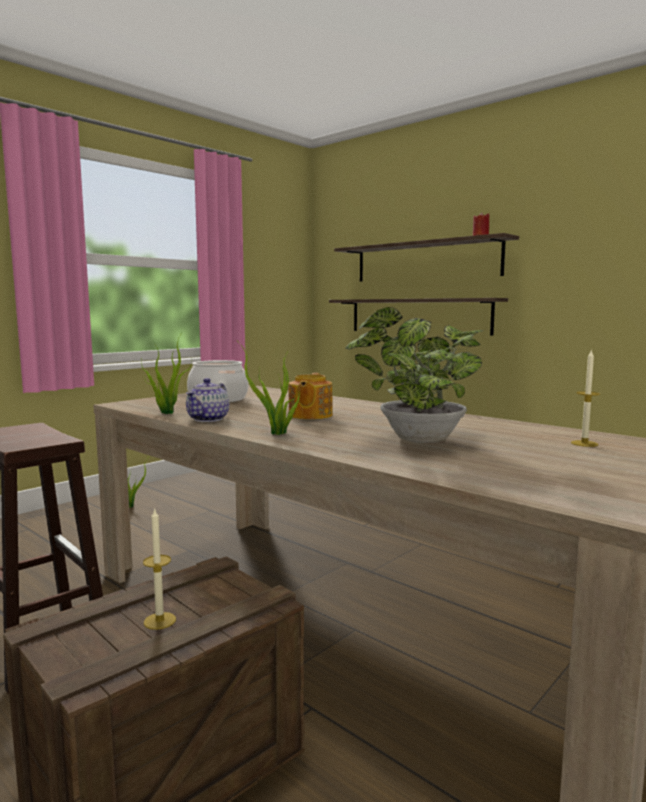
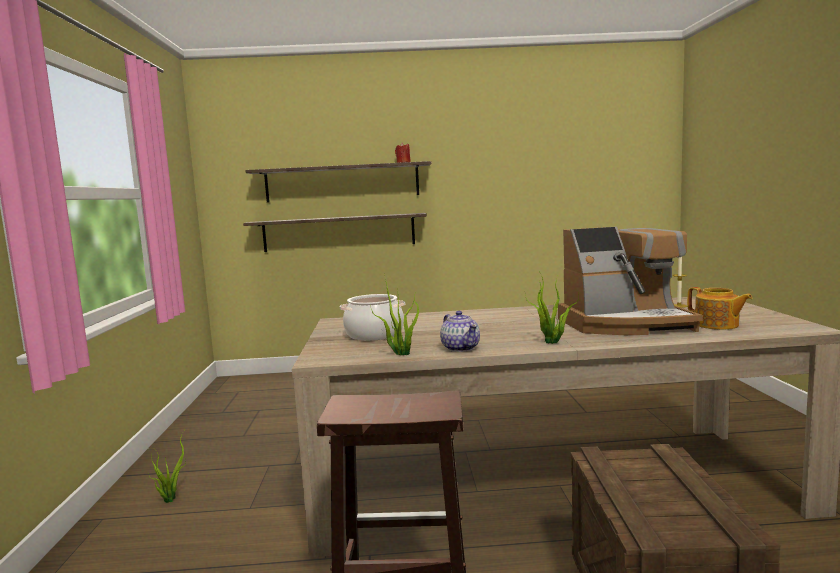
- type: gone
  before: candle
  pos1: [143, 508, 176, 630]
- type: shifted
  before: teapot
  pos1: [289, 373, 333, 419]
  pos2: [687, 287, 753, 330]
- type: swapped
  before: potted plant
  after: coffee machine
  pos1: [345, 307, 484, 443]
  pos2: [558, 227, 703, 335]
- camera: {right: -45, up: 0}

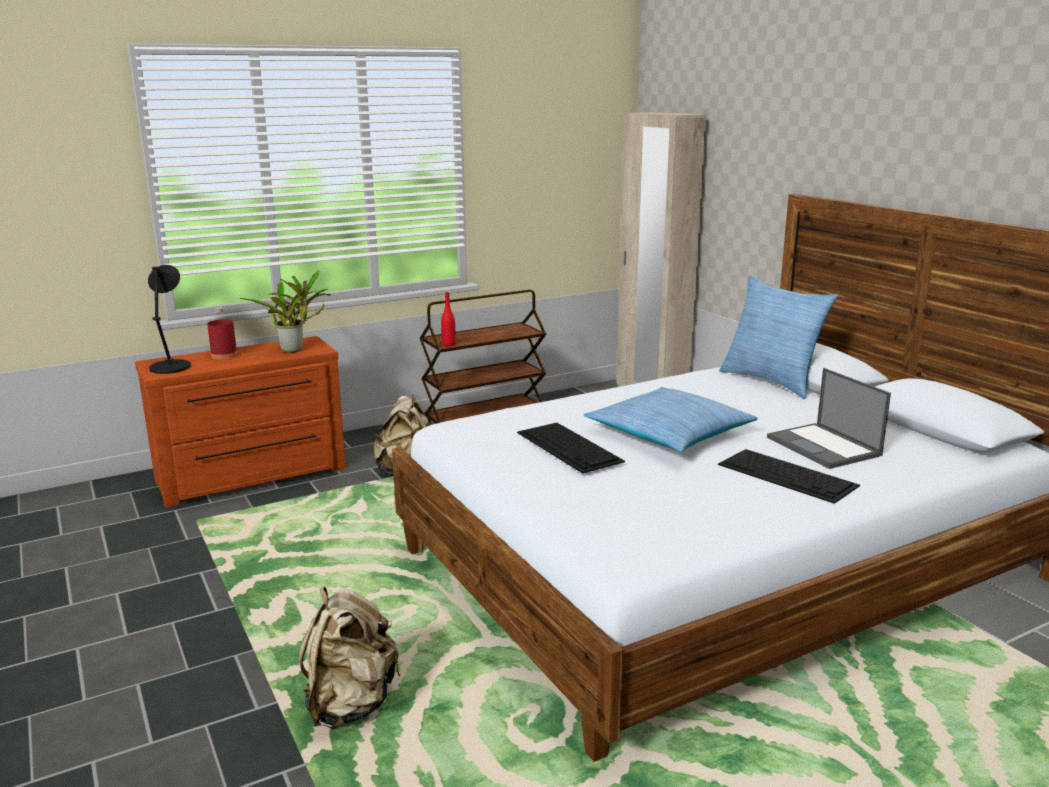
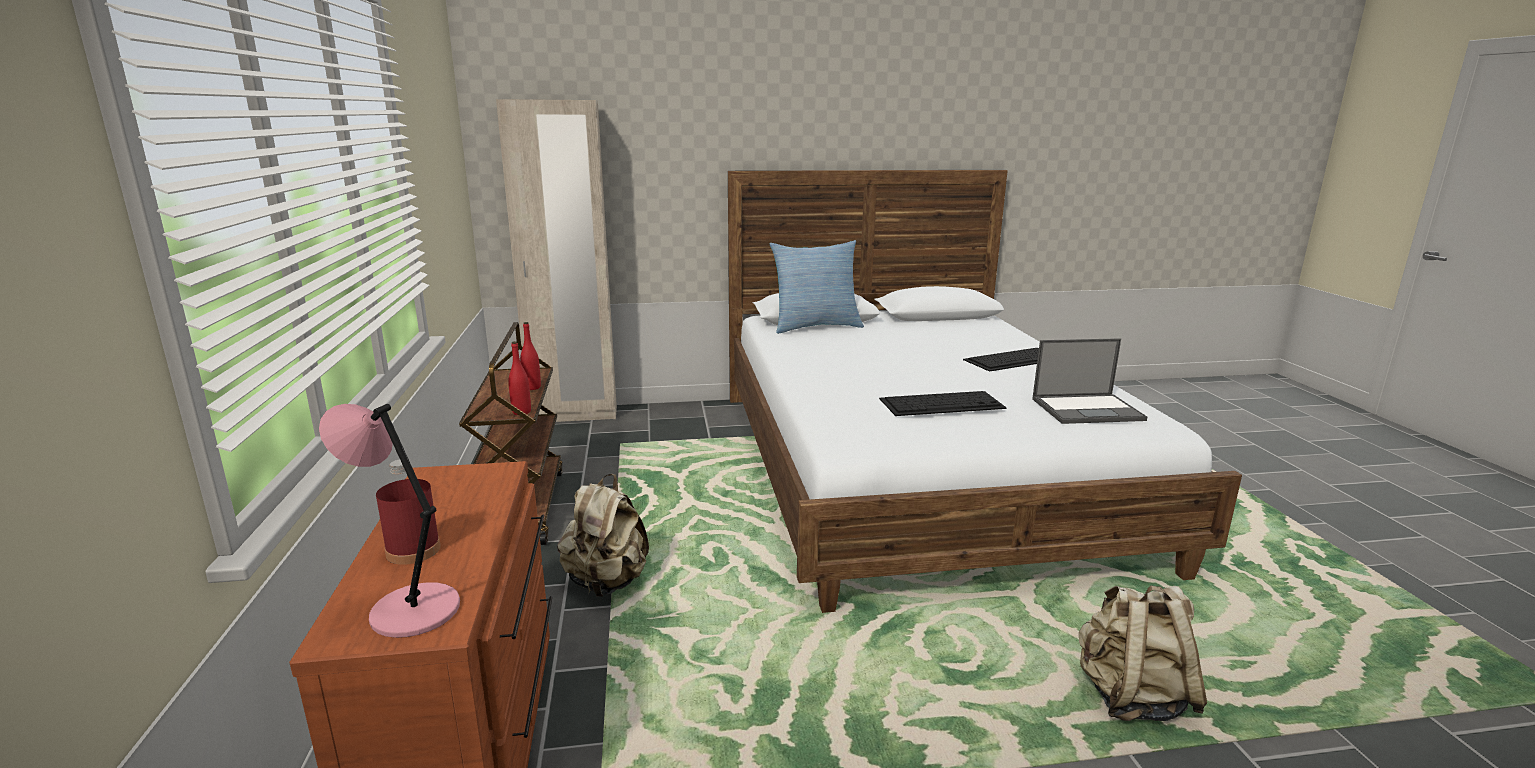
- type: gone
  before: potted plant
  pos1: [239, 270, 331, 353]
- type: gone
  before: pillow
  pos1: [583, 387, 758, 452]
- type: new
  after: bottle (red)
  pos2: [520, 322, 541, 390]
- type: shifted
  before: laptop
  pos1: [767, 368, 891, 469]
  pos2: [1032, 338, 1147, 424]
- type: repainted
  before: table lamp (black)
  after: table lamp (pink)
  pos1: [148, 265, 191, 374]
  pos2: [319, 404, 460, 638]
- camera: {right: -70, up: 0}

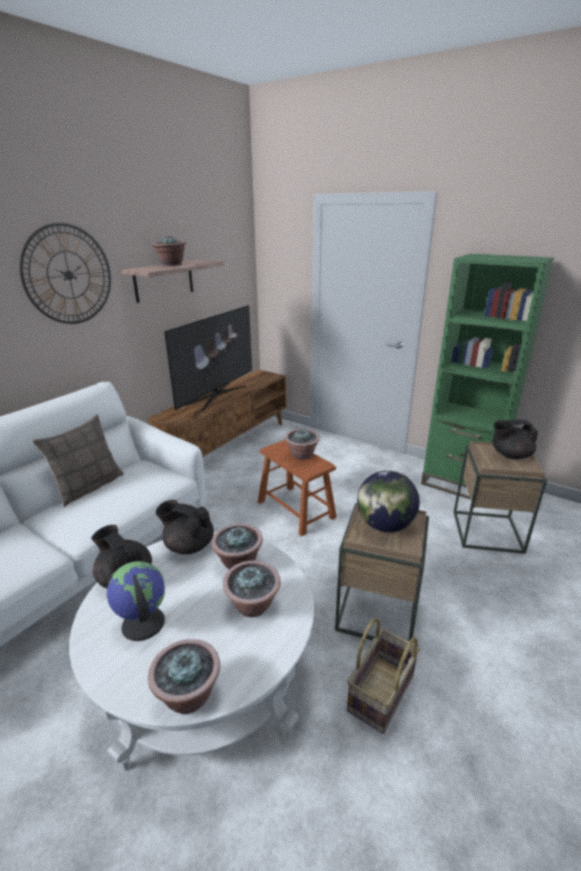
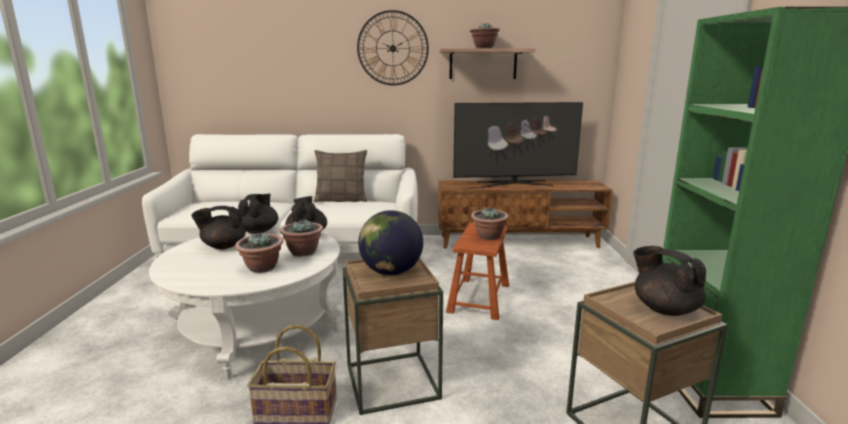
- type: gone
  before: potted plant
  pos1: [148, 639, 220, 714]
- type: swapped
  before: globe
  after: teapot (black)
  pos1: [107, 561, 165, 641]
  pos2: [191, 206, 246, 249]
- camera: {right: 55, up: -10}

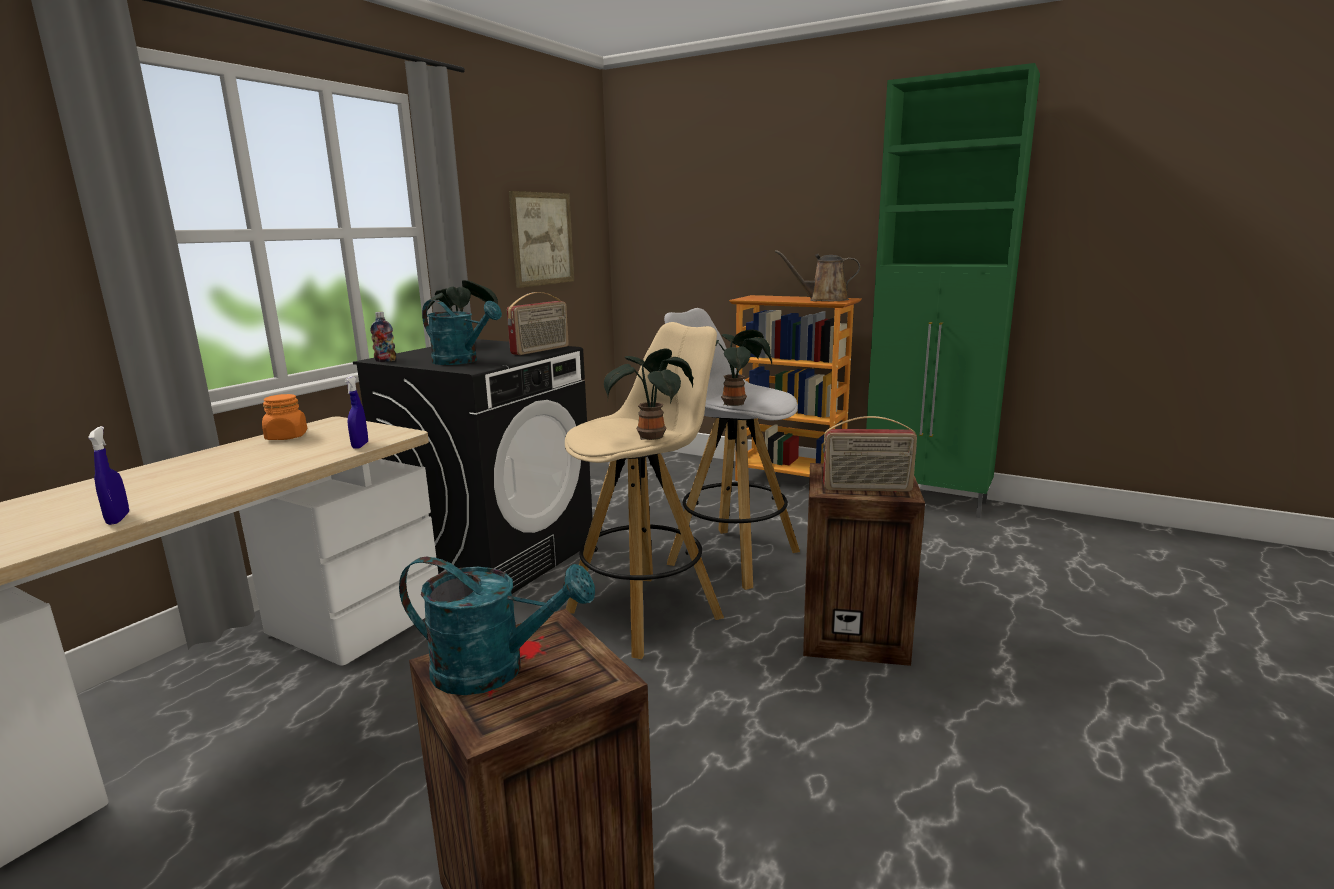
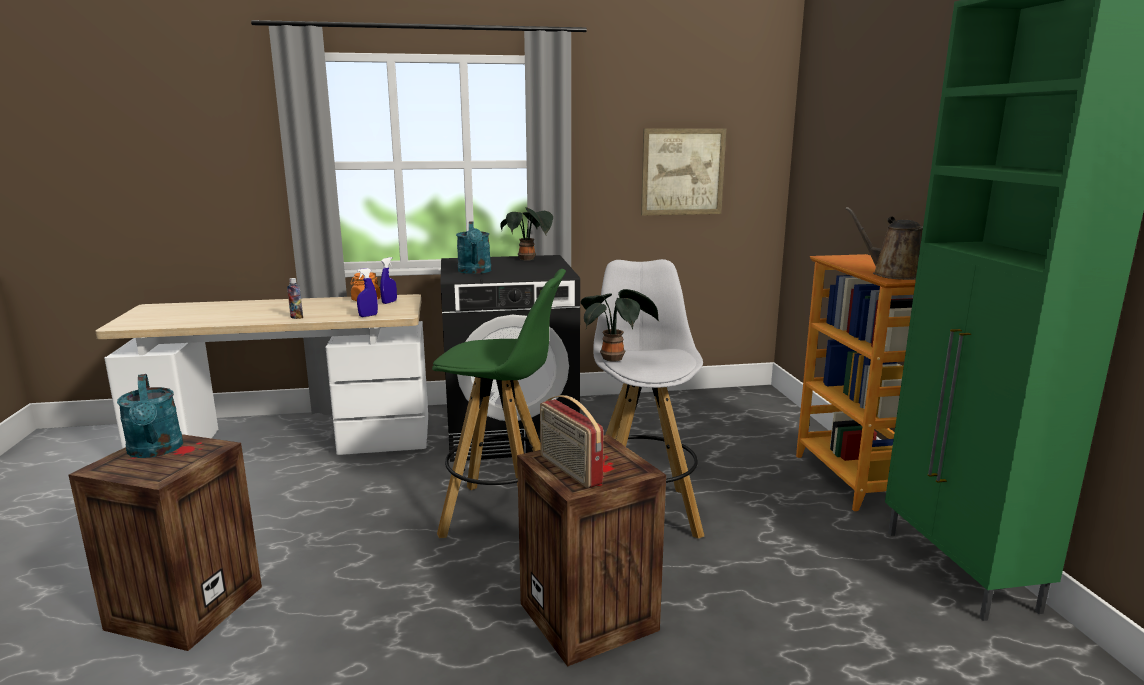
- type: gone
  before: radio
  pos1: [507, 292, 569, 355]
- type: gone
  before: potted plant
  pos1: [604, 349, 693, 440]
- type: shifted
  before: spray bottle (blue)
  pos1: [88, 426, 129, 525]
  pos2: [380, 257, 397, 304]
- type: shifted
  before: bottle
  pos1: [370, 312, 396, 362]
  pos2: [287, 278, 303, 319]
- type: repainted
  before: stool (beige)
  after: stool (green)
  pos1: [565, 322, 724, 659]
  pos2: [432, 269, 566, 538]
- camera: {right: 50, up: 0}

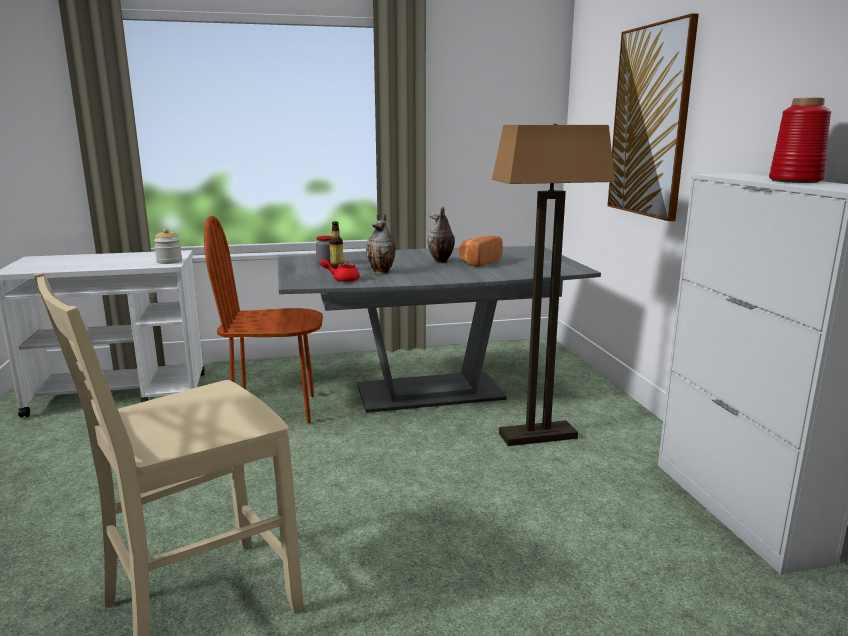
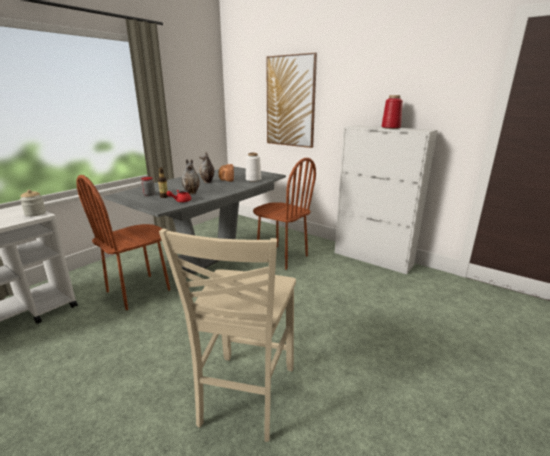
- type: new
  after: vase (white)
  pos2: [245, 153, 262, 182]
- type: swapped
  before: floor lamp
  after: chair (brown)
  pos1: [492, 124, 615, 446]
  pos2: [253, 158, 316, 270]
- camera: {right: -40, up: 5}

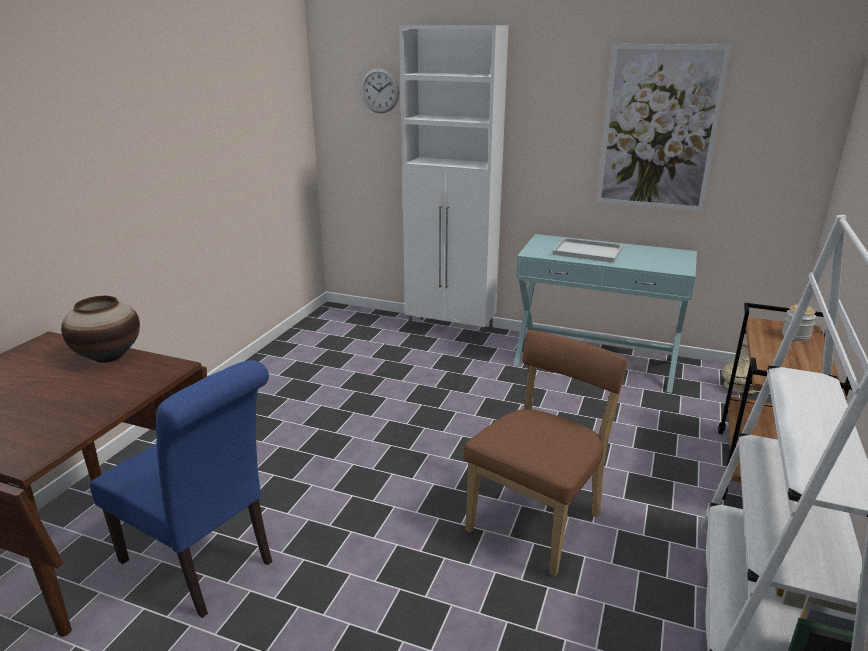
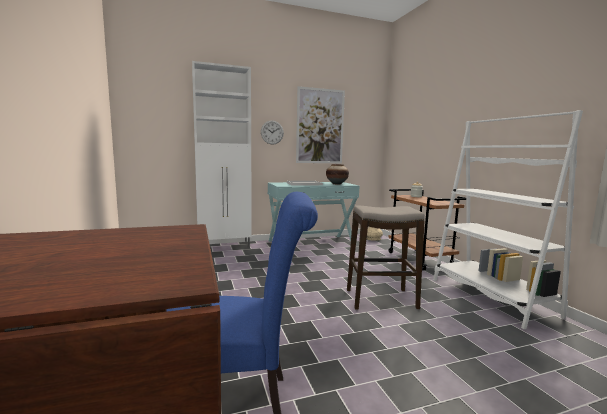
- type: shifted
  before: vase
  pos1: [61, 296, 140, 363]
  pos2: [326, 164, 349, 184]
- type: shifted
  before: wall clock
  pos1: [361, 68, 400, 113]
  pos2: [261, 120, 284, 145]
- type: swapped
  before: chair (brown)
  after: stool
  pos1: [464, 330, 628, 576]
  pos2: [347, 205, 425, 310]
- camera: {right: -40, up: -15}

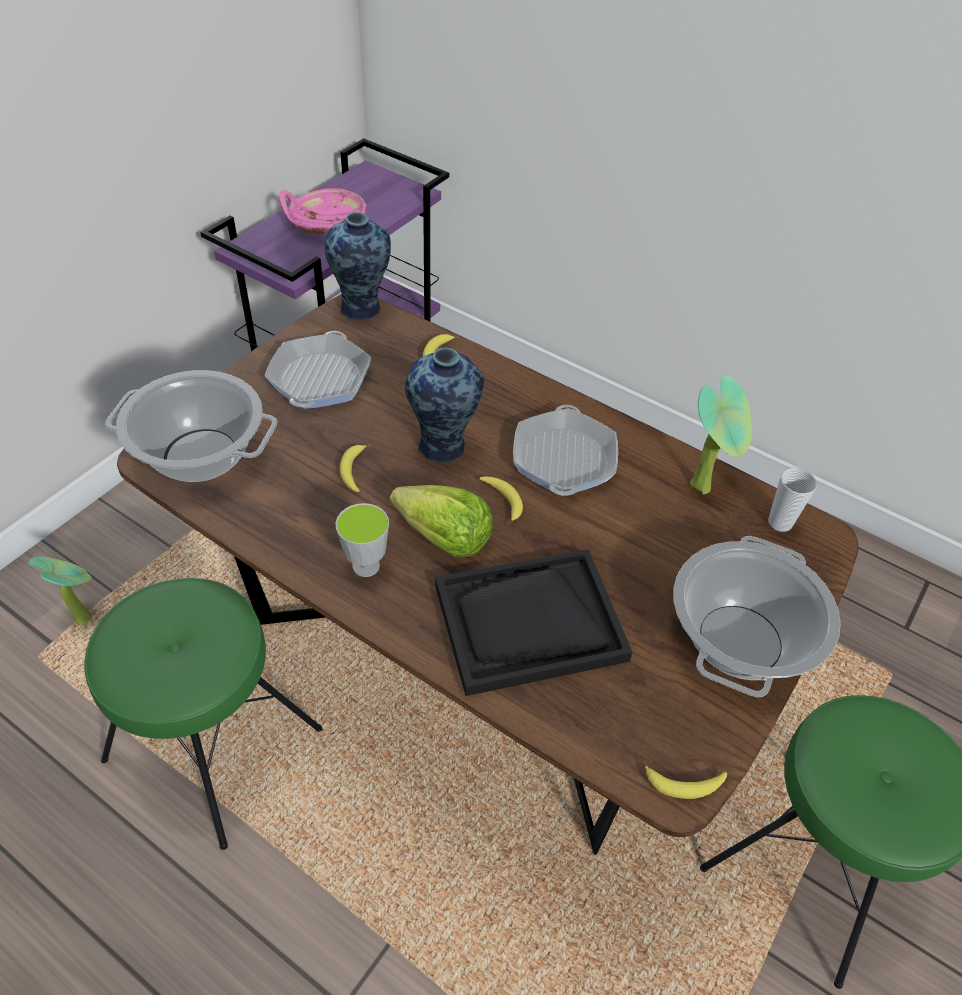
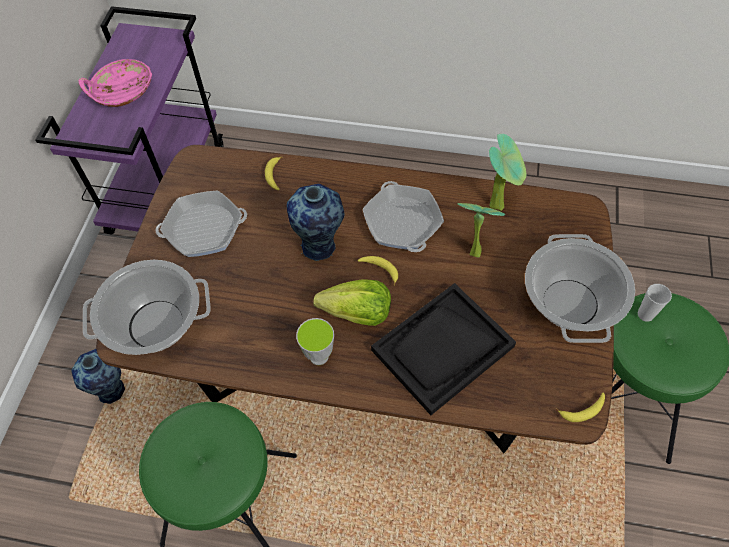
- type: gone
  before: banana
  pos1: [340, 444, 370, 492]
- type: shifted
  before: potted plant
  pos1: [29, 557, 92, 626]
  pos2: [458, 203, 505, 258]
- type: shifted
  before: vase
  pos1: [325, 212, 391, 320]
  pos2: [71, 349, 125, 404]
- type: shifted
  before: cup
  pos1: [768, 468, 817, 532]
  pos2: [638, 284, 672, 322]
- type: rotated
  before: frying pan
  pos1: [265, 331, 371, 409]
  pos2: [155, 191, 247, 257]
  turn: -90
- camera: {right: -20, up: 10}

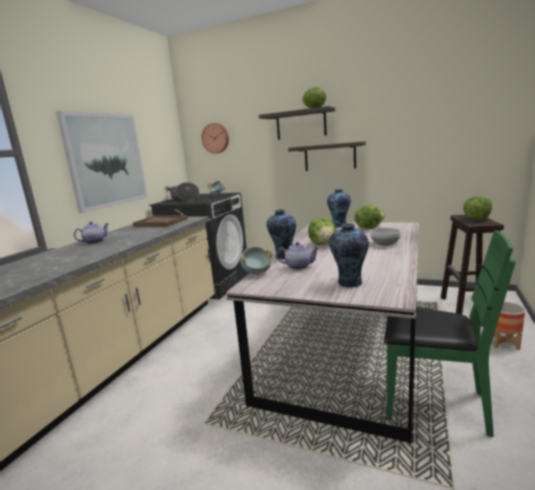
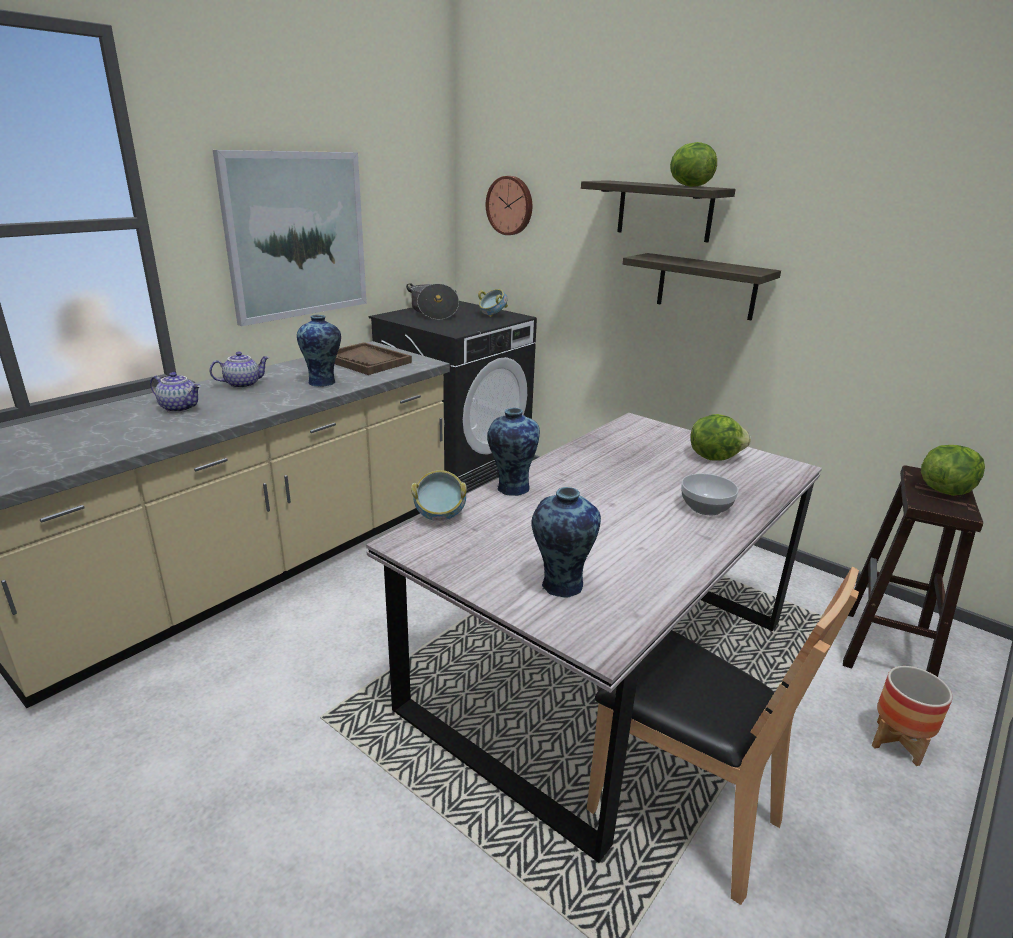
- type: gone
  before: lettuce
  pos1: [308, 218, 337, 245]
- type: shifted
  before: teapot
  pos1: [276, 242, 320, 270]
  pos2: [150, 372, 201, 413]
- type: shifted
  before: vase
  pos1: [327, 189, 351, 227]
  pos2: [297, 315, 341, 387]
- type: repainted
  before: chair (green)
  after: chair (brown)
  pos1: [384, 230, 516, 437]
  pos2: [587, 567, 859, 905]
- camera: {right: 15, up: 10}

